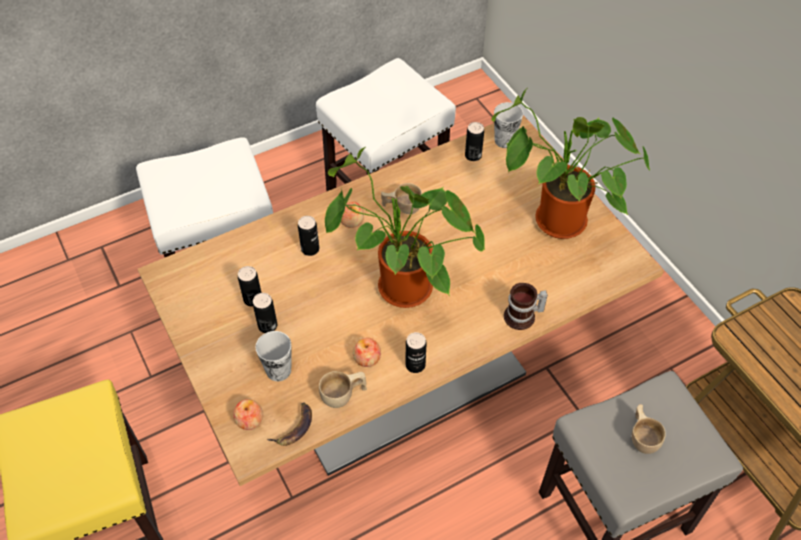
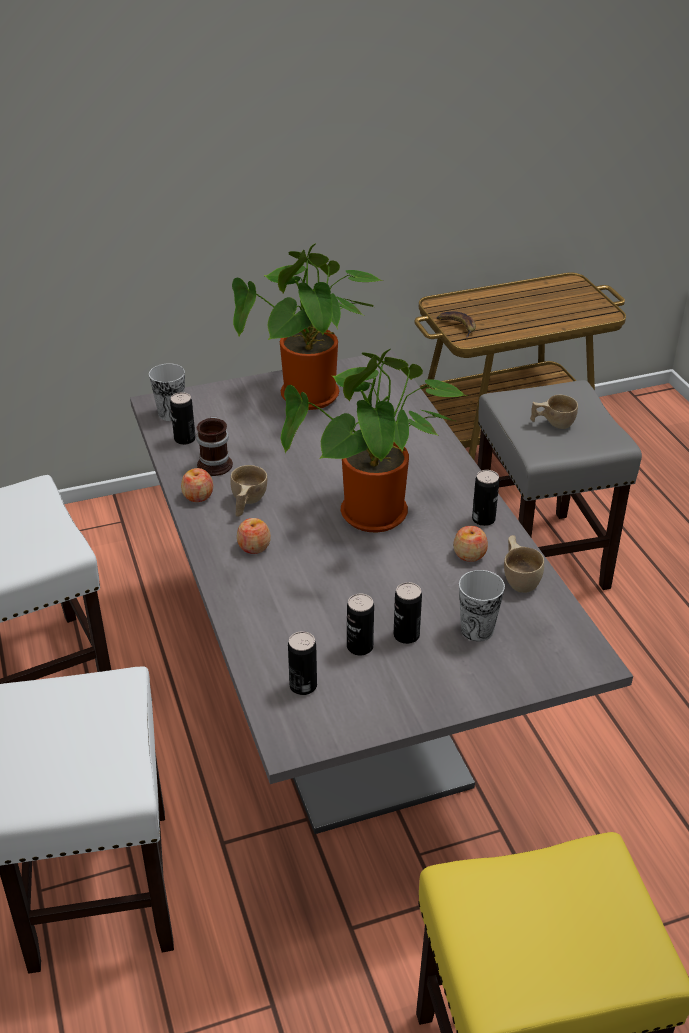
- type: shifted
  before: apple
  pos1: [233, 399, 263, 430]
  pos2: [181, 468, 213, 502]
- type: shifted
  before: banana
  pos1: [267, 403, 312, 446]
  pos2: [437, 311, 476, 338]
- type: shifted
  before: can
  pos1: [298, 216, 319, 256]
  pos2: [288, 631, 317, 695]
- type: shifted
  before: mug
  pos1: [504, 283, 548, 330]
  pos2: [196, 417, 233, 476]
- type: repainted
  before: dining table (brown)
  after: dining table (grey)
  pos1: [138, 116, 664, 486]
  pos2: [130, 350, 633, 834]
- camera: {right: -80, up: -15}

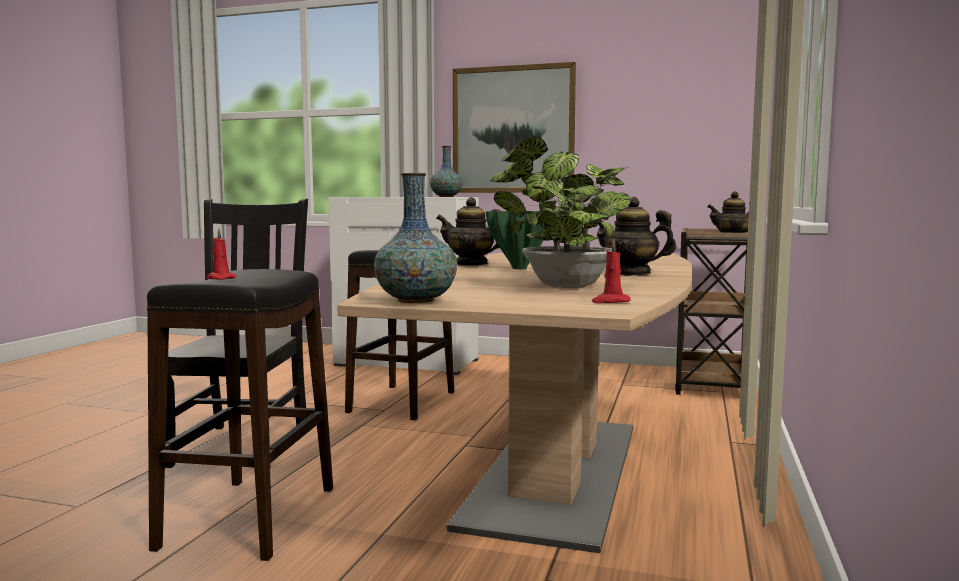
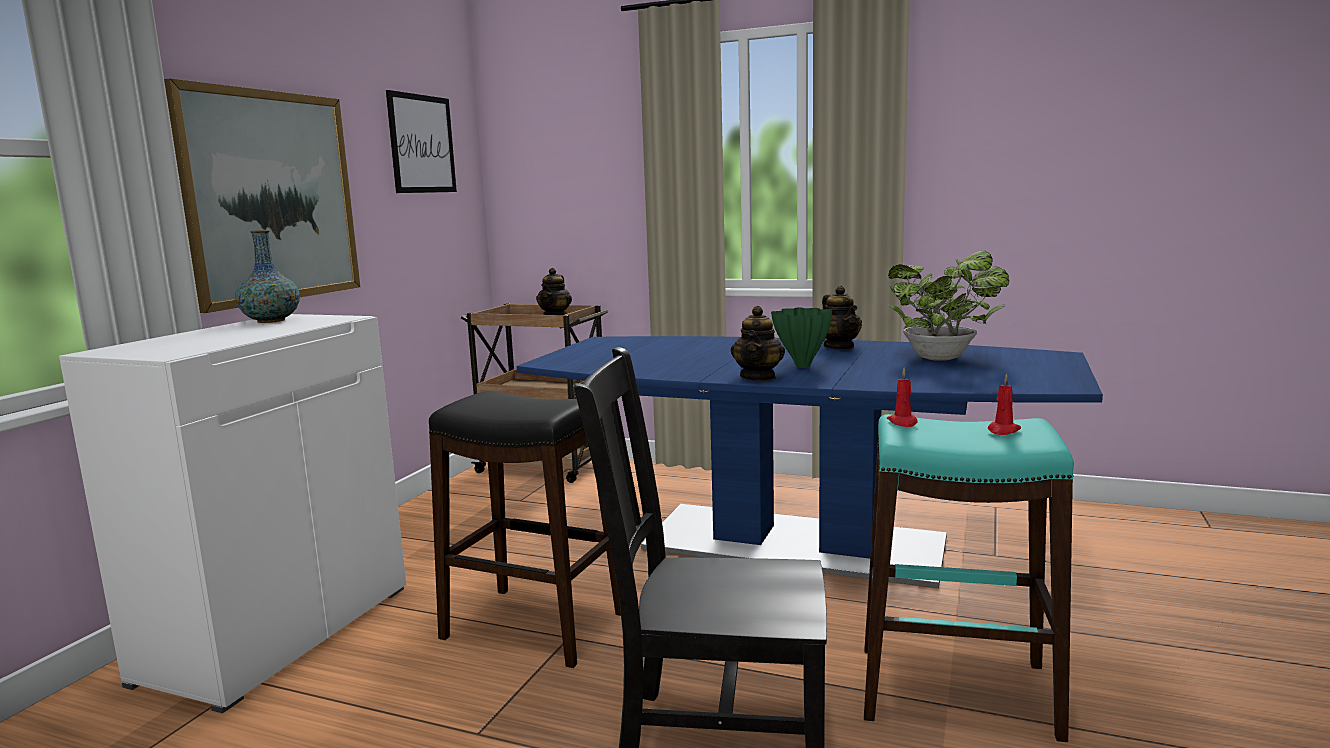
- type: gone
  before: vase
  pos1: [374, 173, 457, 303]
- type: new
  after: picture
  pos2: [386, 90, 457, 193]
- type: shifted
  before: candle (red)
  pos1: [591, 238, 631, 303]
  pos2: [887, 368, 918, 427]
- type: repainted
  before: stool (black)
  after: stool (turquoise)
  pos1: [147, 269, 333, 561]
  pos2: [864, 414, 1074, 742]
- type: repainted
  before: dining table (brown)
  after: dining table (blue)
  pos1: [337, 251, 692, 553]
  pos2: [517, 336, 1103, 588]
- type: rotated
  before: teapot
  pos1: [597, 197, 676, 276]
  pos2: [822, 286, 862, 349]
  turn: -45
- camera: {right: -85, up: 5}

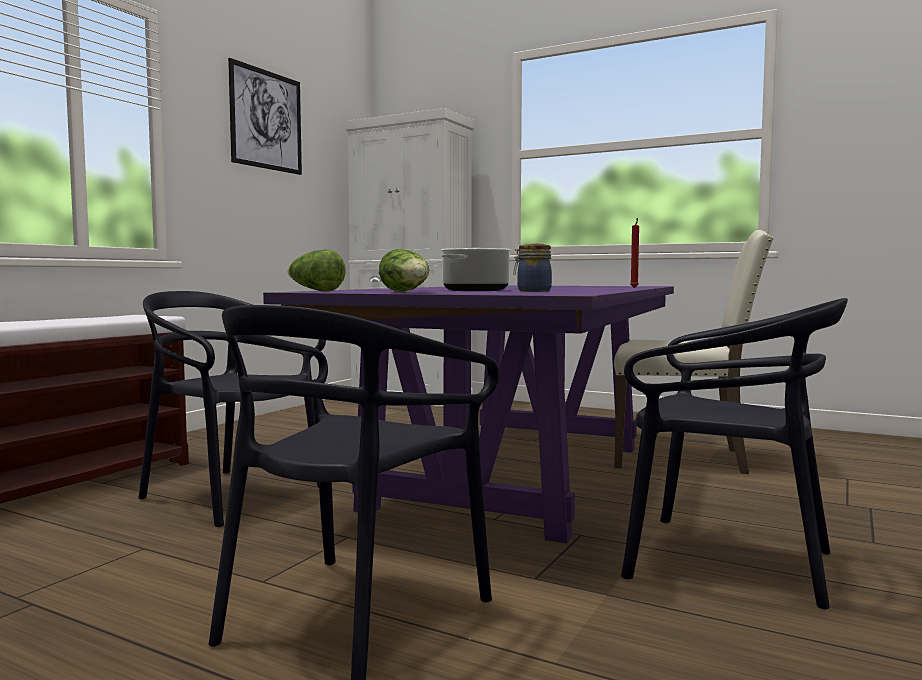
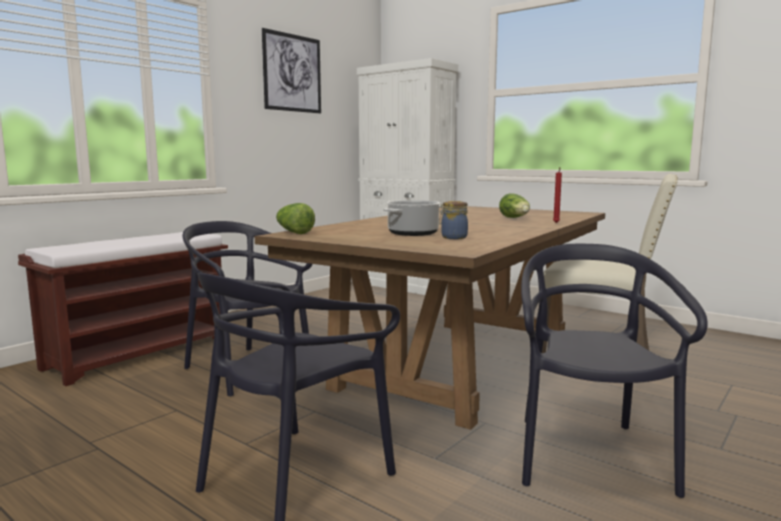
- type: shifted
  before: lettuce
  pos1: [379, 249, 429, 292]
  pos2: [499, 193, 530, 218]
- type: repainted
  before: dining table (purple)
  after: dining table (brown)
  pos1: [263, 285, 674, 543]
  pos2: [255, 206, 605, 430]
- type: rotated
  before: chair (black)
  pos1: [621, 298, 848, 610]
  pos2: [521, 244, 708, 498]
  turn: -120
- camera: {right: 10, up: 5}

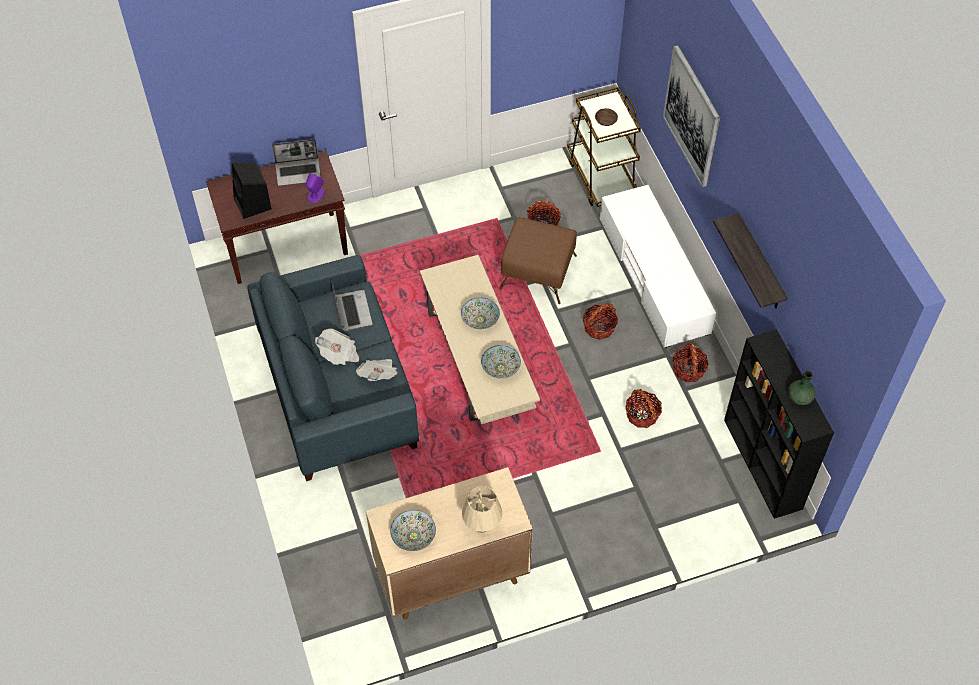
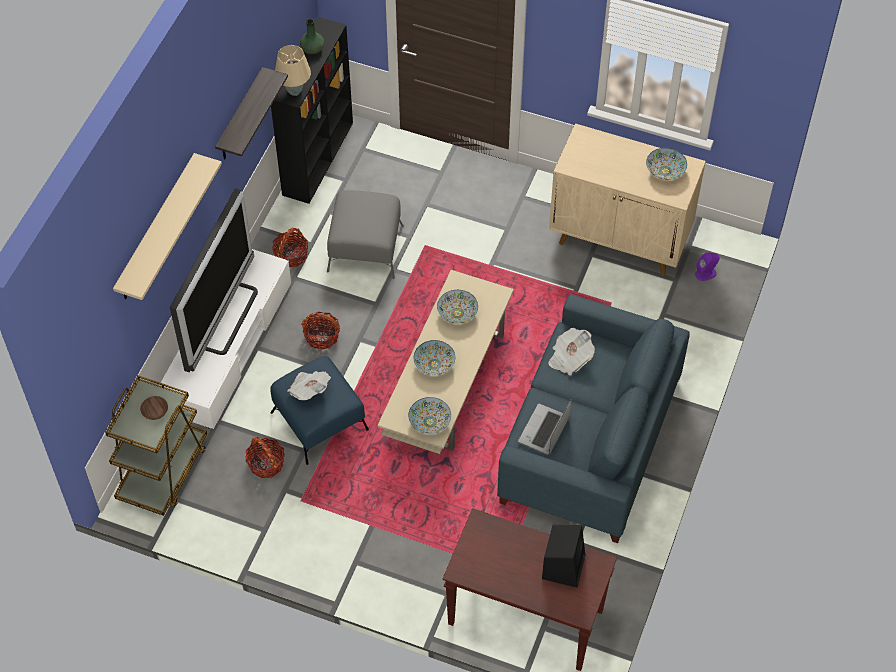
- type: gone
  before: laptop
  pos1: [272, 139, 321, 186]
- type: new
  after: television
  pos2: [170, 188, 258, 373]
- type: new
  after: bowl
  pos2: [409, 397, 451, 434]
- type: shifted
  before: speaker (purple)
  pos1: [305, 173, 325, 203]
  pos2: [695, 252, 720, 281]
- type: shifted
  before: newspaper
  pos1: [315, 329, 359, 365]
  pos2: [288, 371, 331, 400]
- type: shifted
  before: table lamp (beige)
  pos1: [462, 486, 502, 533]
  pos2: [275, 45, 311, 96]
- type: swapped
  before: basket
  after: ottoman (grey)
  pos1: [625, 389, 662, 428]
  pos2: [327, 190, 404, 279]
- type: swapped
  before: picture
  after: shelf (beige)
  pos1: [663, 45, 720, 187]
  pos2: [113, 153, 222, 300]
- type: repainted
  before: ottoman (brown)
  after: ottoman (blue)
  pos1: [499, 217, 577, 304]
  pos2: [270, 356, 369, 465]
- camera: {right: -140, up: 0}

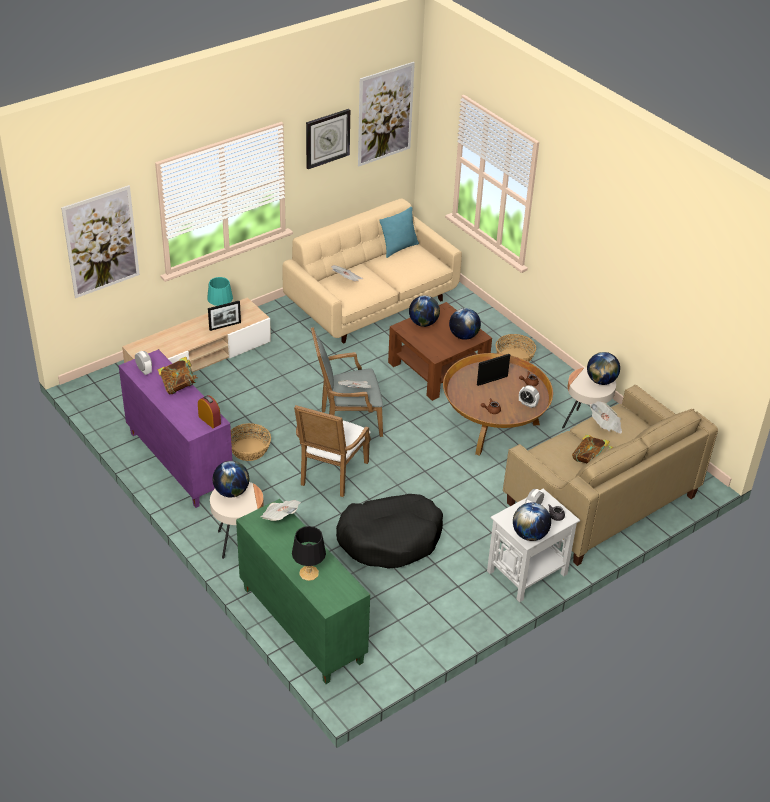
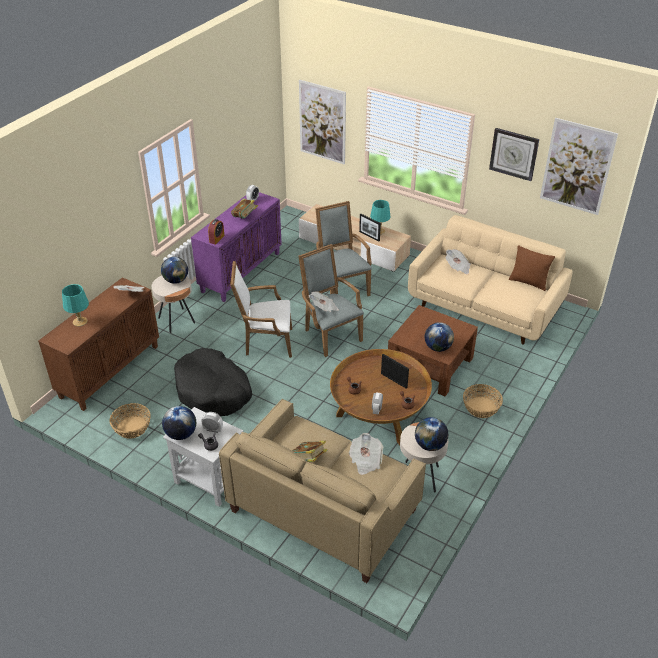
- type: gone
  before: globe
  pos1: [409, 295, 440, 327]
- type: new
  after: armchair (grey)
  pos2: [315, 201, 372, 296]
- type: shifted
  before: basket
  pos1: [231, 423, 271, 461]
  pos2: [110, 403, 151, 439]
- type: repainted
  before: cabinet (green)
  after: cabinet (brown)
  pos1: [236, 499, 370, 684]
  pos2: [38, 277, 159, 411]
- type: repainted
  before: table lamp (black)
  after: table lamp (turquoise)
  pos1: [292, 526, 326, 581]
  pos2: [62, 284, 89, 327]
- type: repainted
  before: pillow (turquoise)
  after: pillow (brown)
  pos1: [380, 207, 419, 258]
  pos2: [509, 245, 555, 291]
- camera: {right: 70, up: 0}

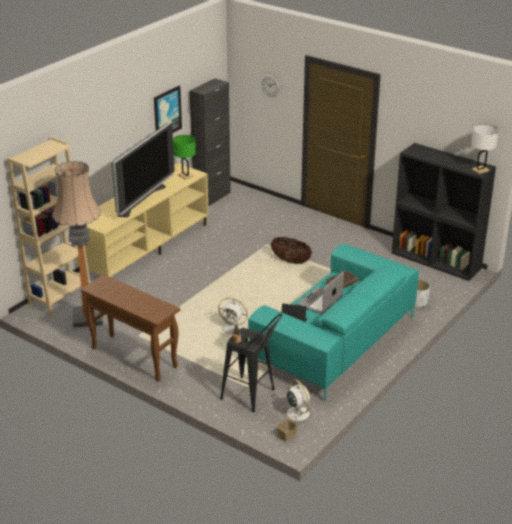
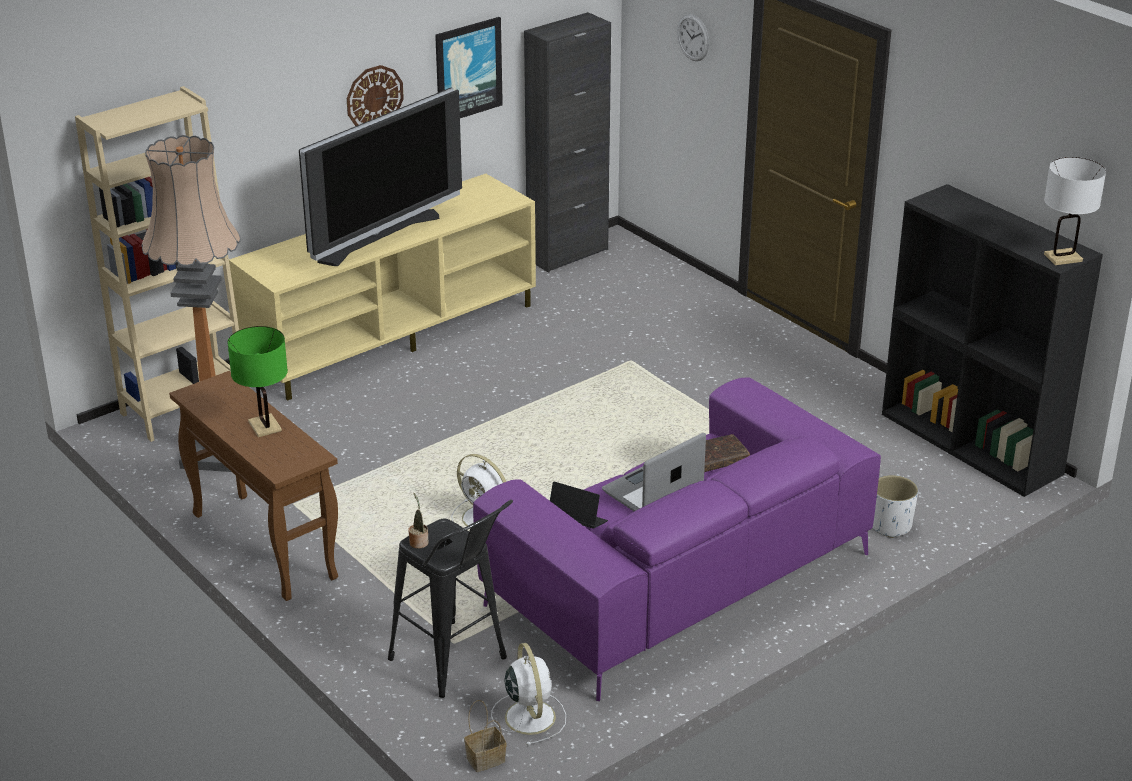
- type: gone
  before: basket
  pos1: [271, 237, 312, 264]
- type: new
  after: wall clock
  pos2: [347, 65, 404, 126]
- type: shifted
  before: table lamp (green)
  pos1: [173, 135, 196, 180]
  pos2: [228, 326, 288, 437]
- type: repainted
  before: sofa (turquoise)
  after: sofa (purple)
  pos1: [248, 244, 419, 401]
  pos2: [473, 377, 881, 701]
- camera: {right: 15, up: 0}

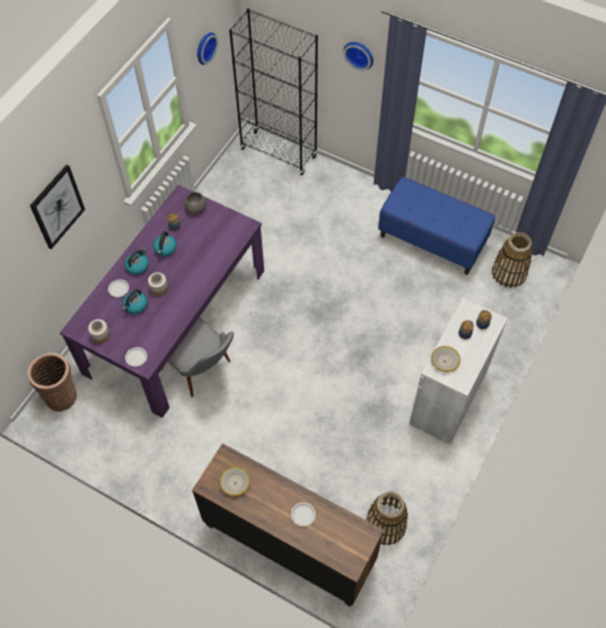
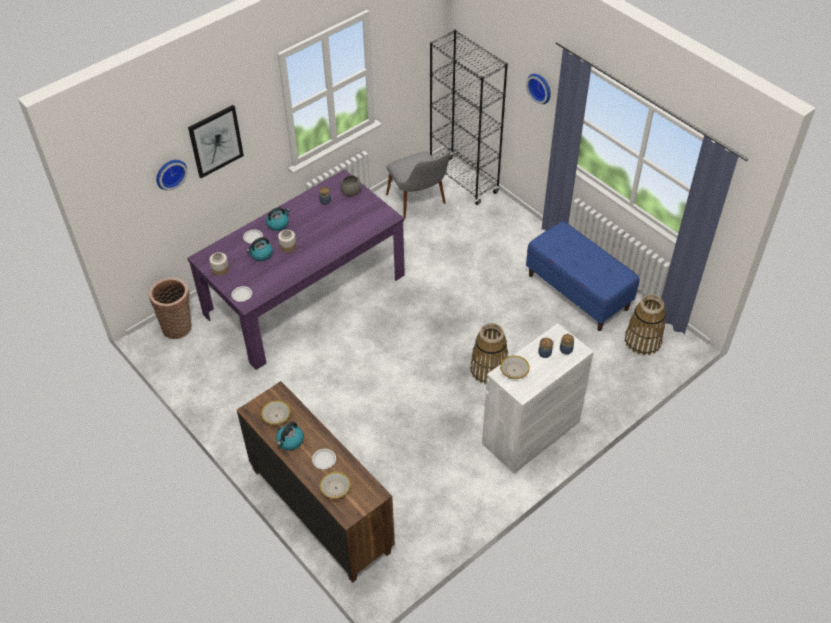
- type: new
  after: bowl
  pos2: [320, 472, 351, 499]
- type: shifted
  before: kettle
  pos1: [153, 231, 177, 257]
  pos2: [276, 422, 304, 450]
- type: shifted
  before: chair (grey)
  pos1: [162, 317, 234, 397]
  pos2: [386, 151, 450, 219]
- type: shifted
  before: wall clock
  pos1: [197, 32, 218, 65]
  pos2: [156, 160, 187, 190]
- type: shifted
  before: basket
  pos1: [366, 491, 408, 545]
  pos2: [470, 323, 508, 384]
- camera: {right: 20, up: -10}

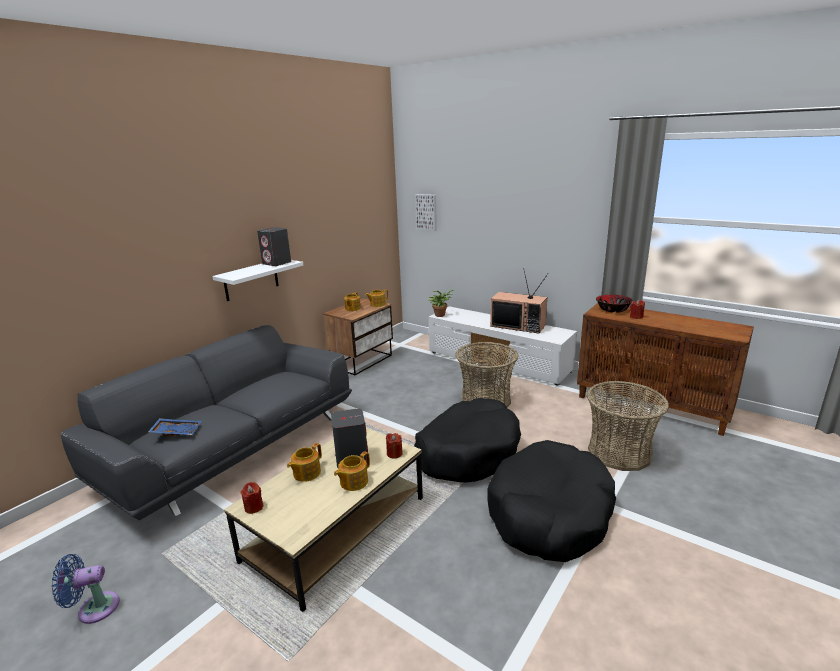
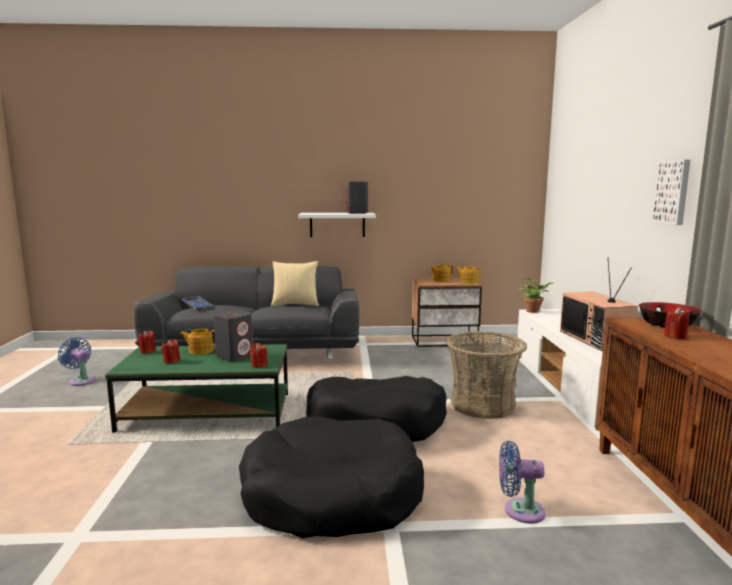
- type: gone
  before: teapot
  pos1: [334, 451, 370, 491]
- type: new
  after: candle (red)
  pos2: [161, 339, 180, 364]
- type: new
  after: pillow
  pos2: [271, 261, 319, 307]
- type: shifted
  before: picture
  pos1: [415, 194, 437, 231]
  pos2: [652, 160, 690, 225]
- type: swapped
  before: basket
  after: fan (blue)
  pos1: [587, 381, 669, 471]
  pos2: [499, 441, 546, 524]
- type: repainted
  before: coffee table (beige)
  after: coffee table (green)
  pos1: [224, 428, 423, 612]
  pos2: [105, 344, 288, 433]
- camera: {right: 50, up: -10}

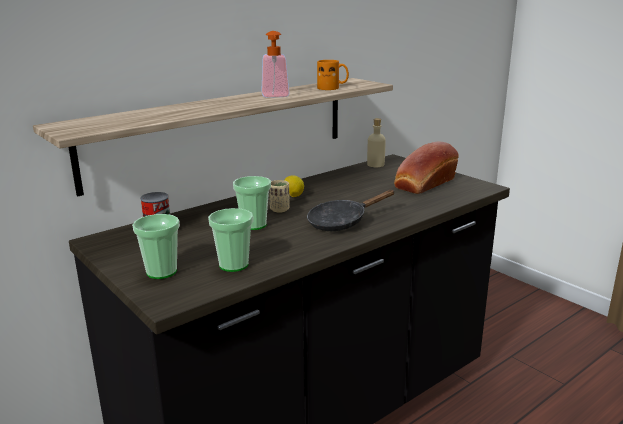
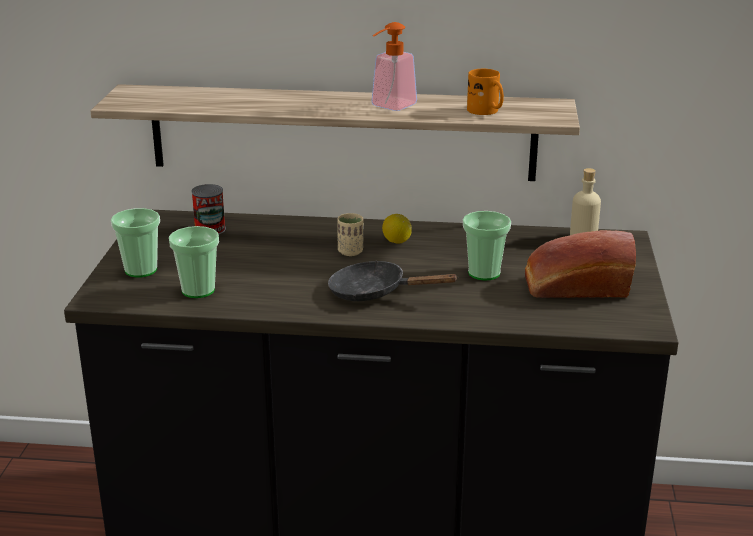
- type: shifted
  before: cup
  pos1: [233, 176, 271, 230]
  pos2: [463, 211, 511, 280]
- camera: {right: 45, up: 5}

